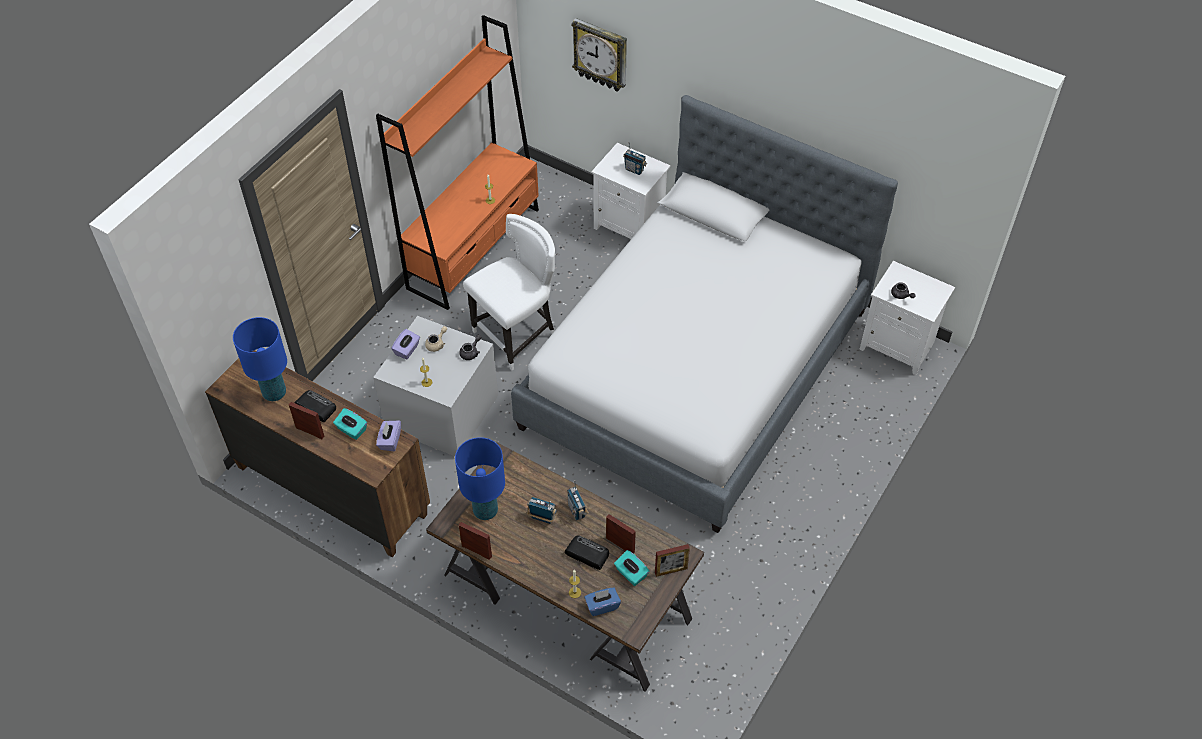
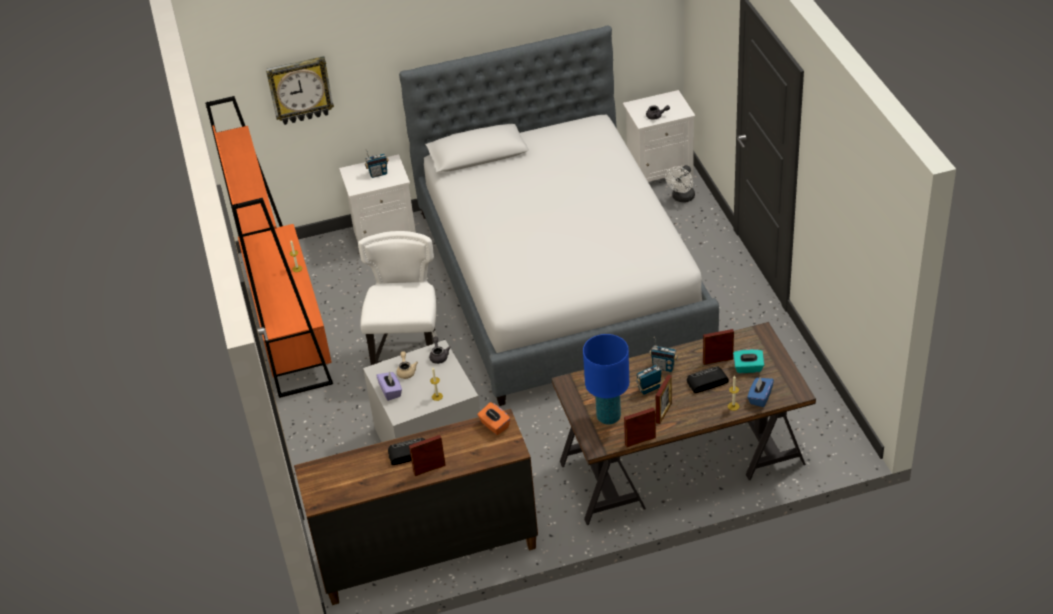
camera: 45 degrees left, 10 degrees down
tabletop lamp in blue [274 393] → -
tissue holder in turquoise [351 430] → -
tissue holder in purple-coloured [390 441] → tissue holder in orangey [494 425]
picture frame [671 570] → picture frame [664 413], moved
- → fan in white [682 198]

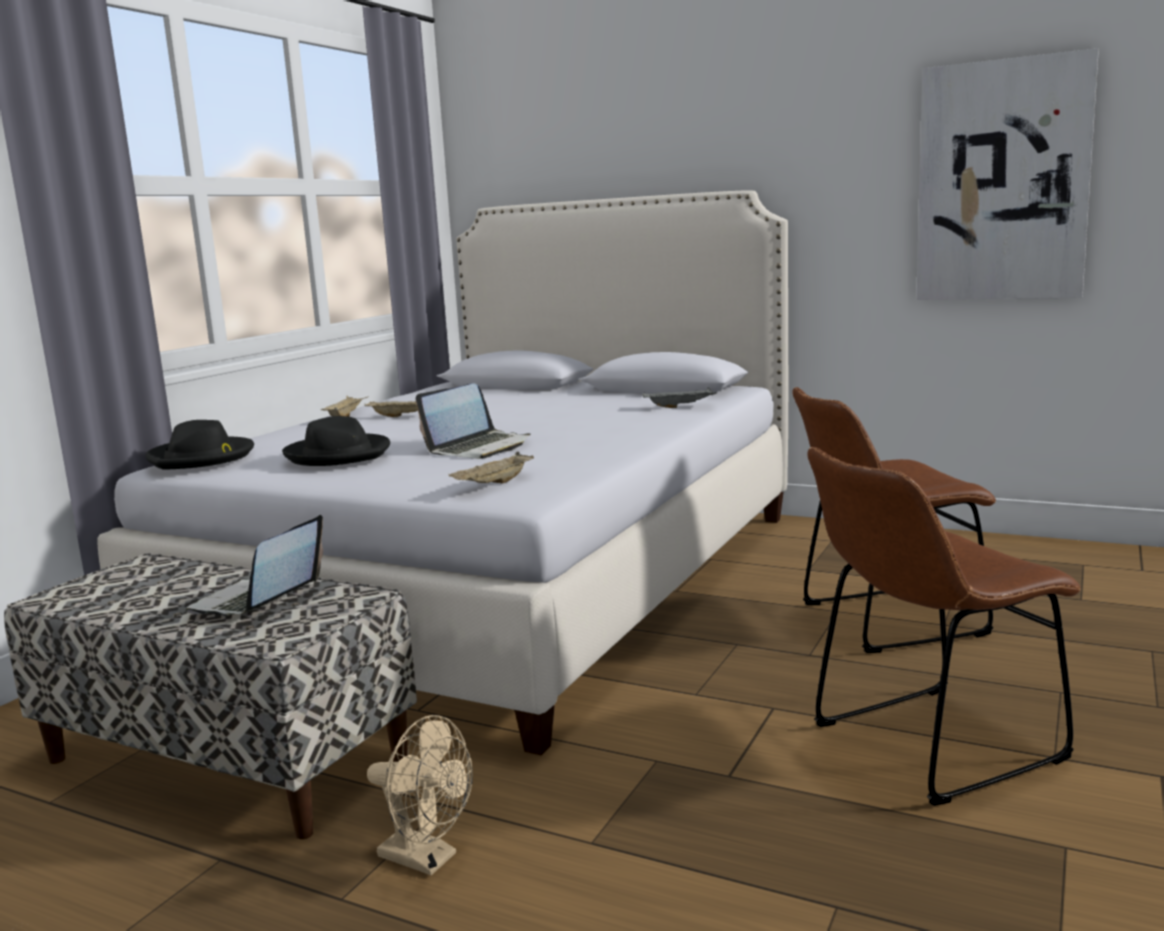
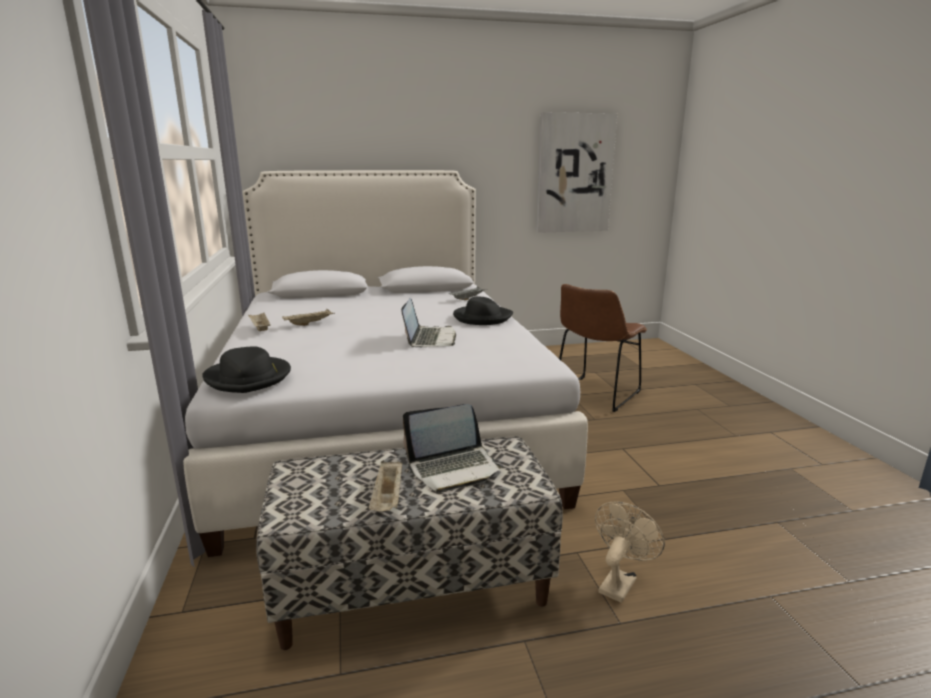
camera: 40 degrees left, 5 degrees up
portable computer [257 601] → portable computer [454 468], 90 degrees counterclockwise
wearable hat in black [338 454] → wearable hat in black [482 318], moved
fan in sand-coloured [427 859] → fan in sand-coloured [619 581], 45 degrees counterclockwise
carrying tray in sand-coloured [494 484] → carrying tray in sand-coloured [388 498], moved
upright chair in brownish [927 746] → -

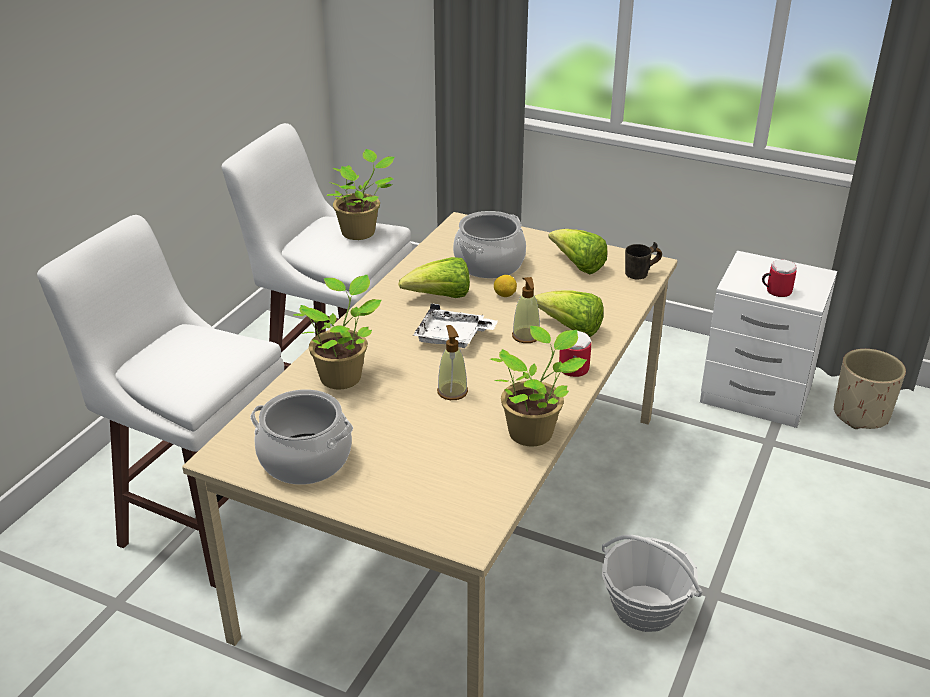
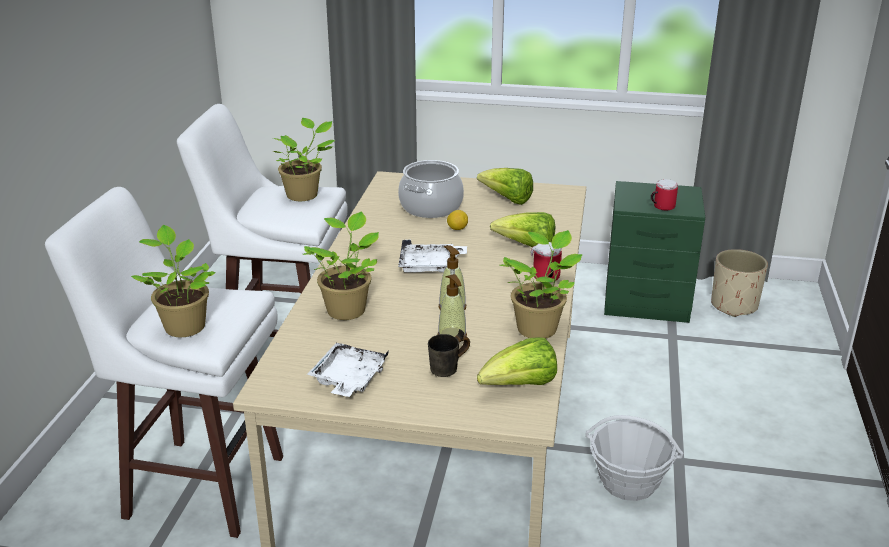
camera: 15 degrees left, 5 degrees down
saucepot [305 460] → carrying tray in white [348 380]
lettuce head [440 297] → lettuce head [520 386], moved
liquid soap bottle [526 336] → liquid soap bottle [452 336], moved
tea mug in gray [642 275] → tea mug in gray [450 370], moved
bedside table in white [757 396] → bedside table in greenish [648 303]
- → plant in a pot [184 326]

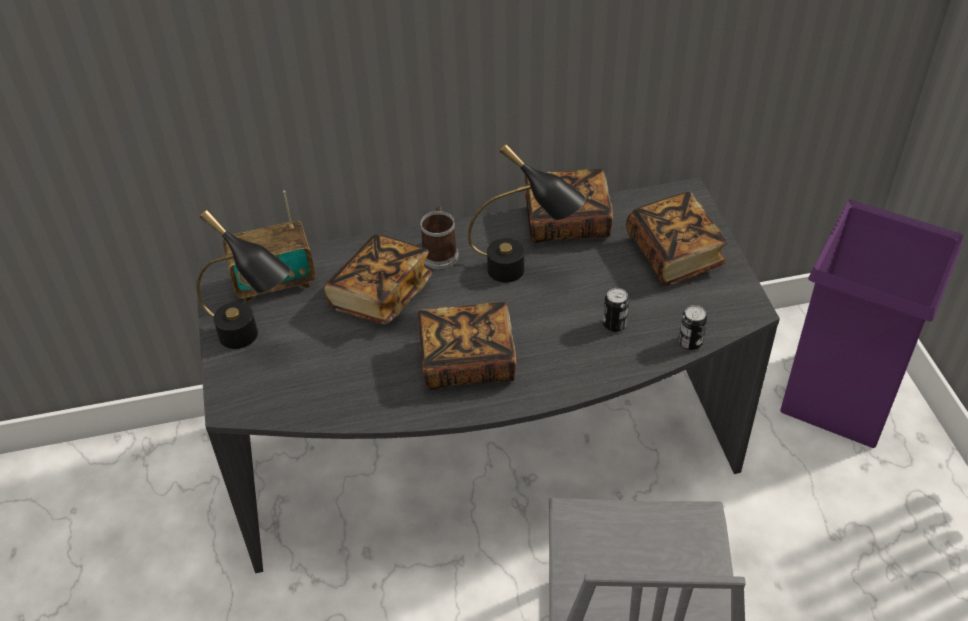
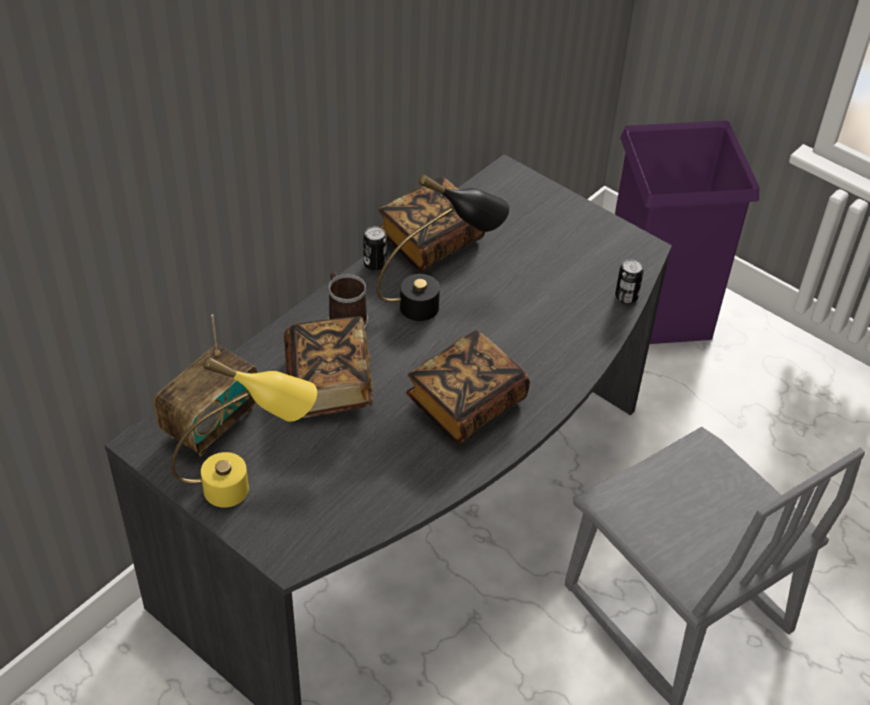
camera: 40 degrees left, 0 degrees up
tabletop lamp in black [253 341] → tabletop lamp in yellow [249 487]
metal can [614 324] → metal can [375 264], moved
book [674 254] → -

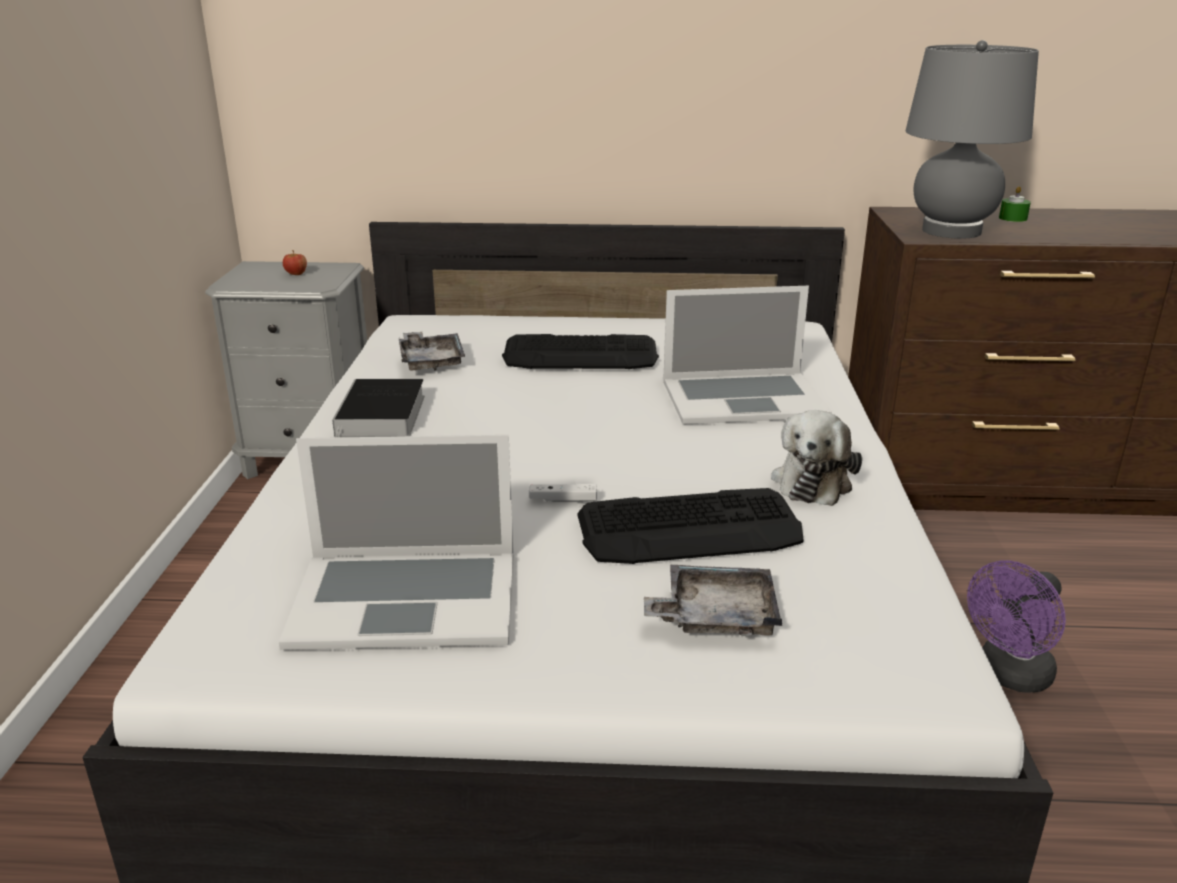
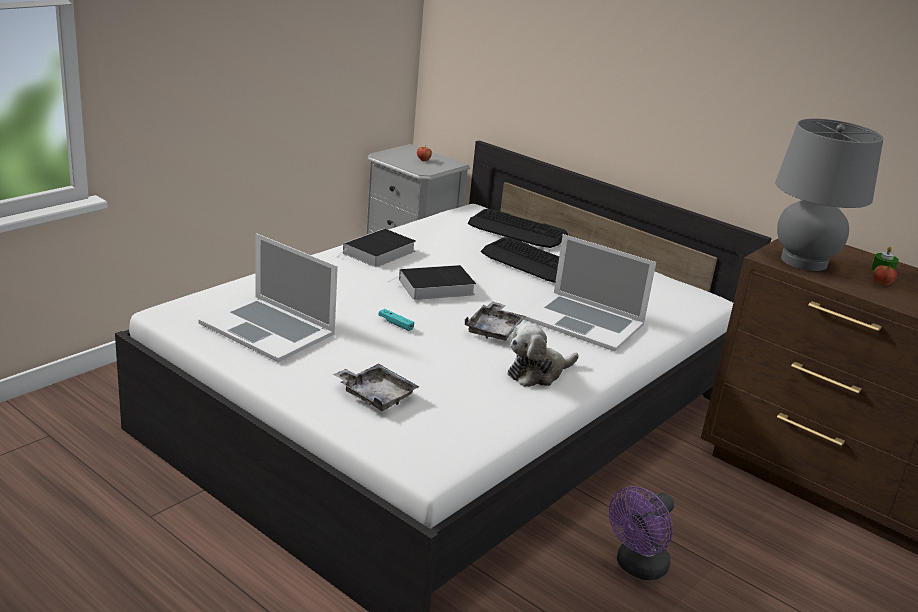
camera: 35 degrees right, 0 degrees up
carrying tray in gray [431 361] → carrying tray in gray [494 330], moved
game controller in white [563 500] → game controller in turquoise [395 323]
keyboard [690 529] → keyboard [517 230], moved
fan in purple-coloured [1009 676] → fan in purple-coloured [637 568], 45 degrees counterclockwise
- → book [434 287]
- → apple fruit [881 284]

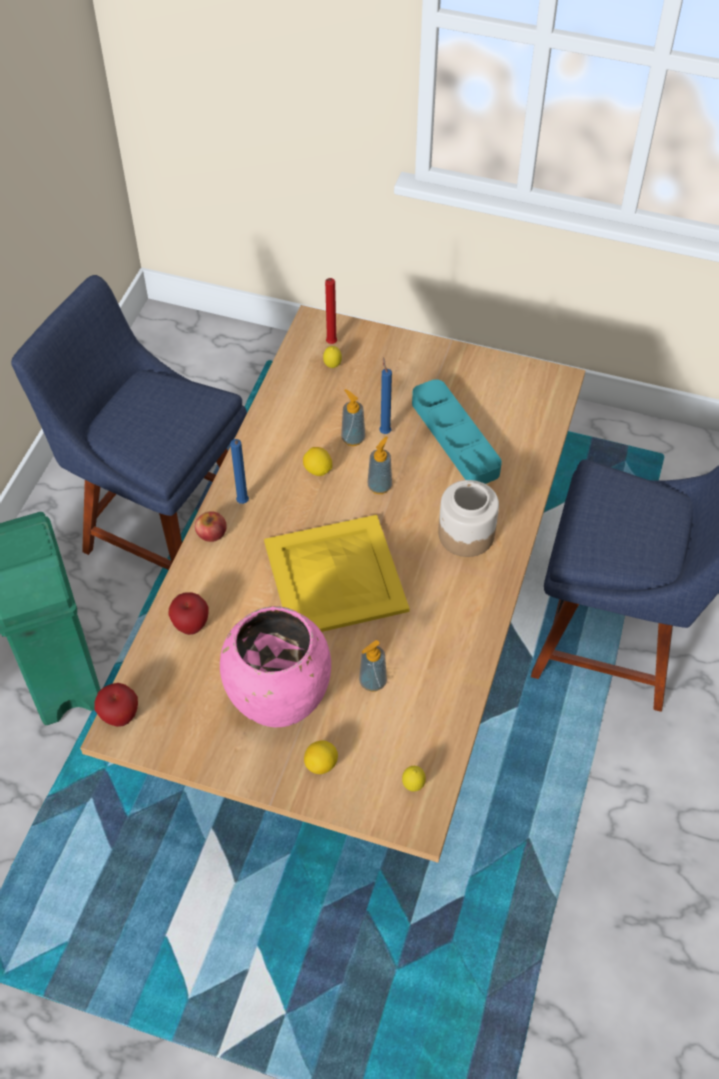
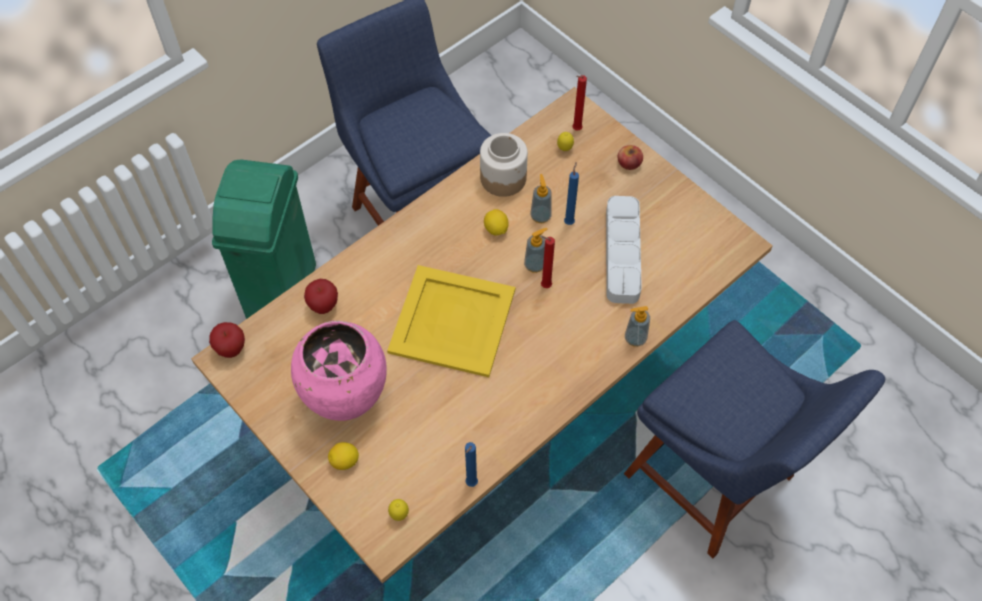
camera: 30 degrees right, 5 degrees up
apple fruit [211 533] → apple fruit [629 163], moved
candle in blue [242 503] → candle in blue [470 484], moved
liquid soap bottle [372 682] → liquid soap bottle [635 338], moved
carrying tray in turquoise [455 437] → carrying tray in gray [622 252]
jar [466 533] → jar [503 178], moved
- → candle in red [544 286]

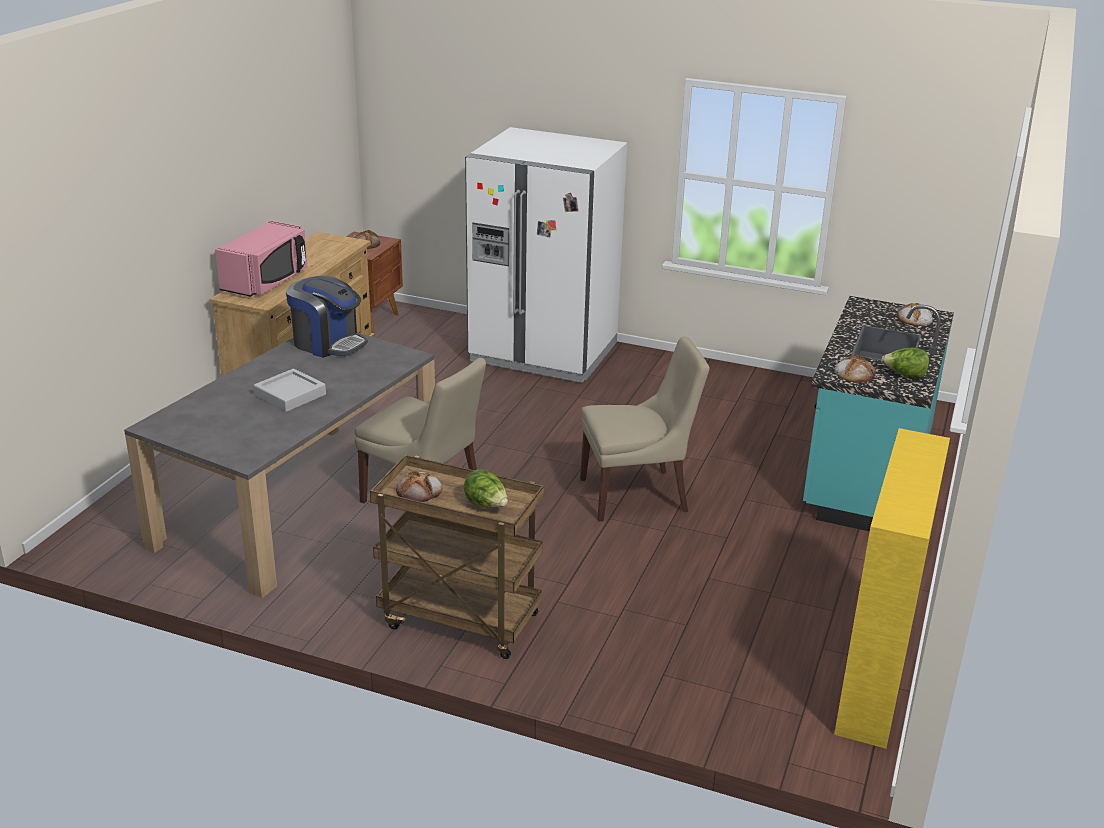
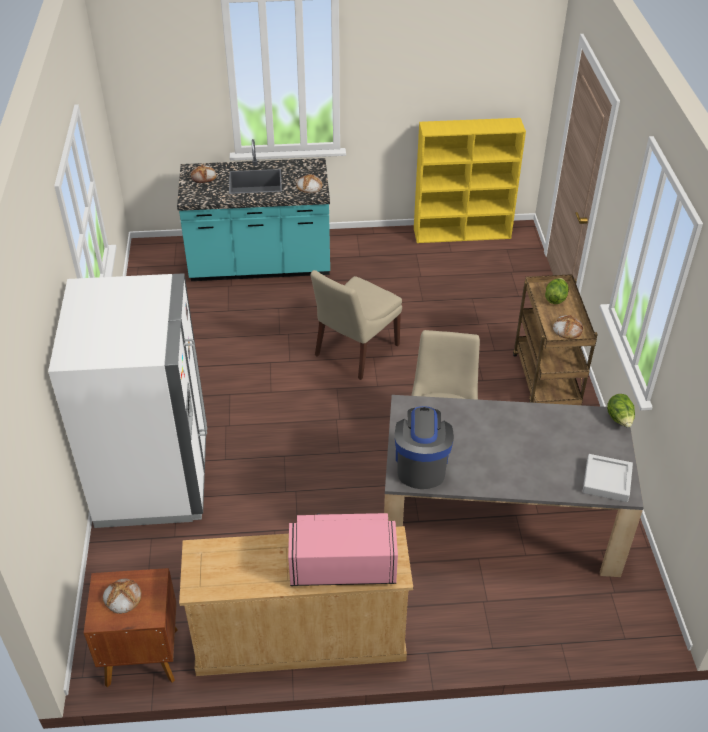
camera: 115 degrees left, 15 degrees up
carrying tray in gray [290 395] → carrying tray in gray [606 481], moved
upright chair in sand-coloured [637 494] → upright chair in sand-coloured [355 352], 105 degrees counterclockwise
lettuce head [904 376] → lettuce head [619 419], moved

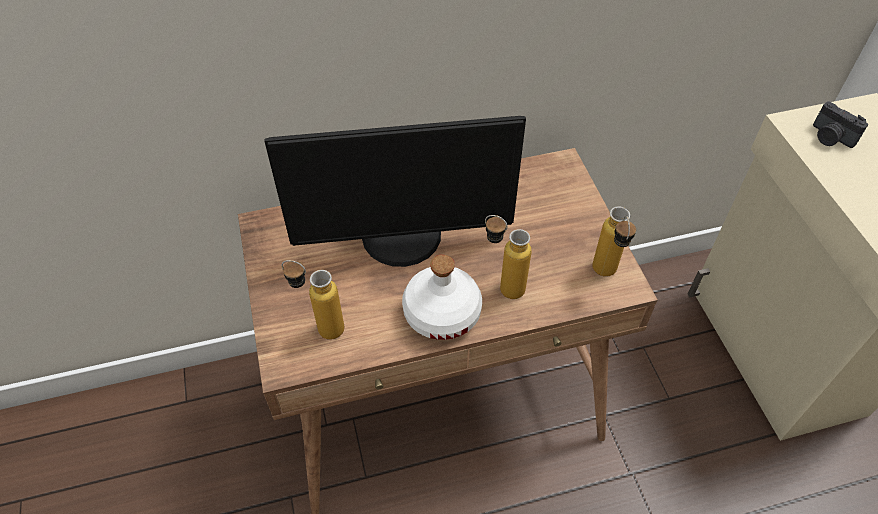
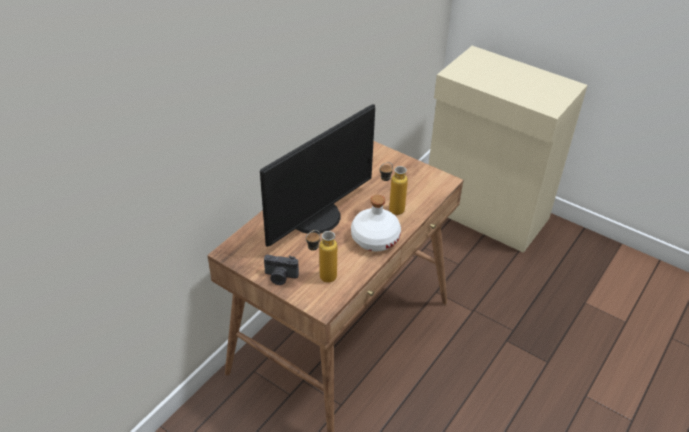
camera: 40 degrees left, 10 degrees down
beverage bottle [606 276] → -
still camera [830 138] → still camera [280 277], moved

